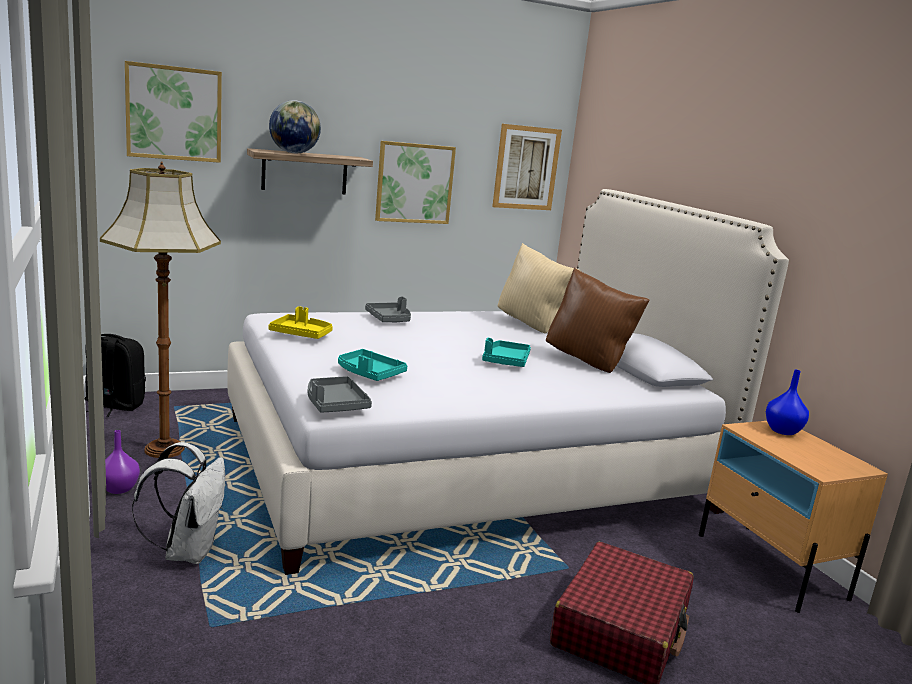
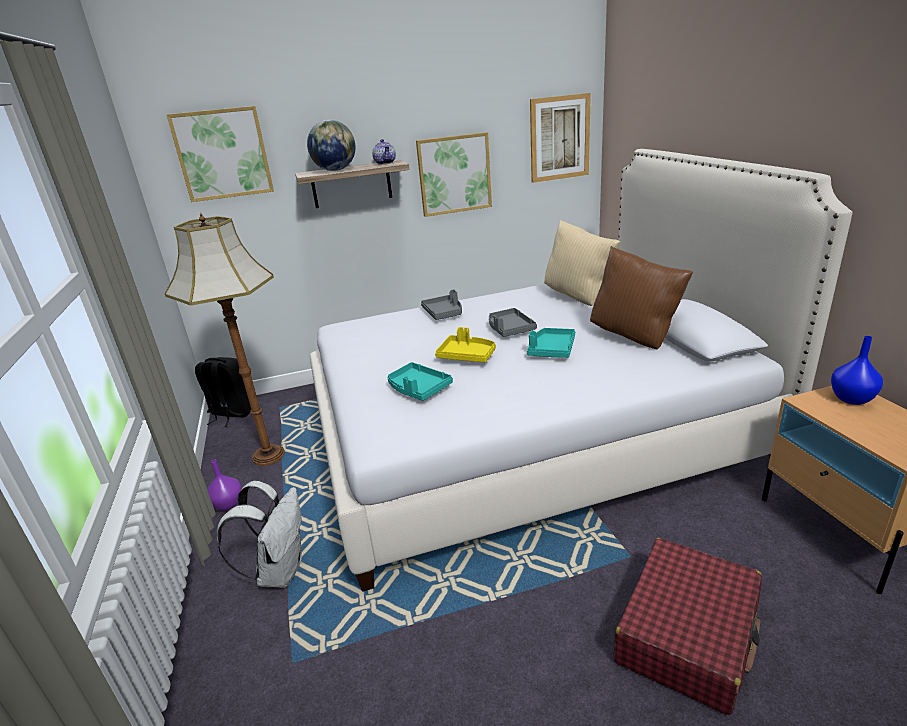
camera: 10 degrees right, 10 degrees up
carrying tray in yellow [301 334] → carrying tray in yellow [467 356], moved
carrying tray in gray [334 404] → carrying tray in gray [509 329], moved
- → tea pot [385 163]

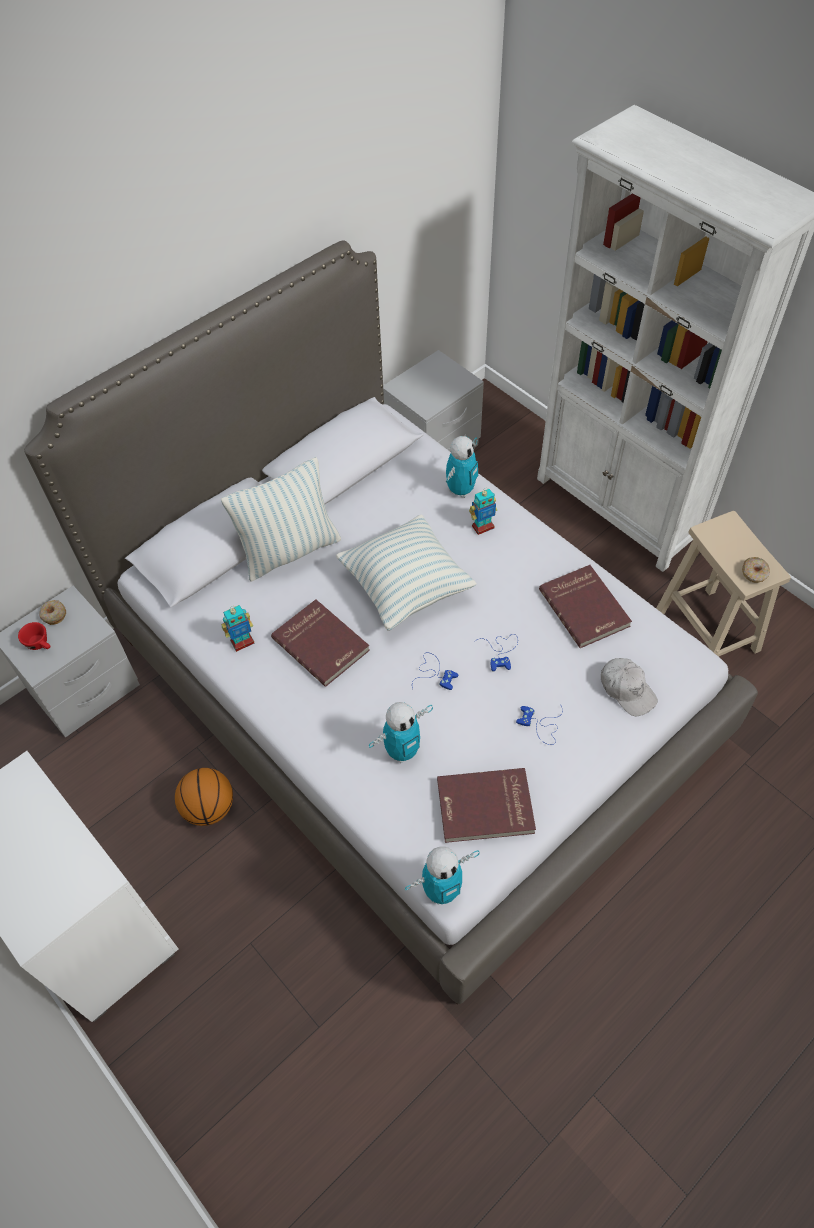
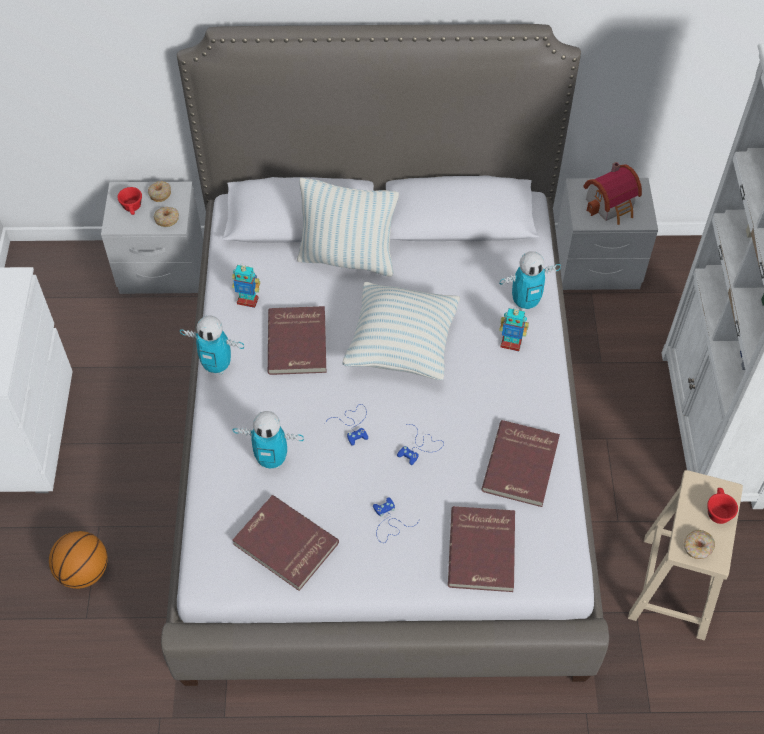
camera: 40 degrees right, 0 degrees up
basketball ball [209 807] → basketball ball [84 571], moved
toy robot [442 890] → toy robot [217 366], moved
baseball cap in white [627 690] → book in red [483 550]
- → donut [167 219]
- → miniature house [612 205]
- → cup in red [717 511]

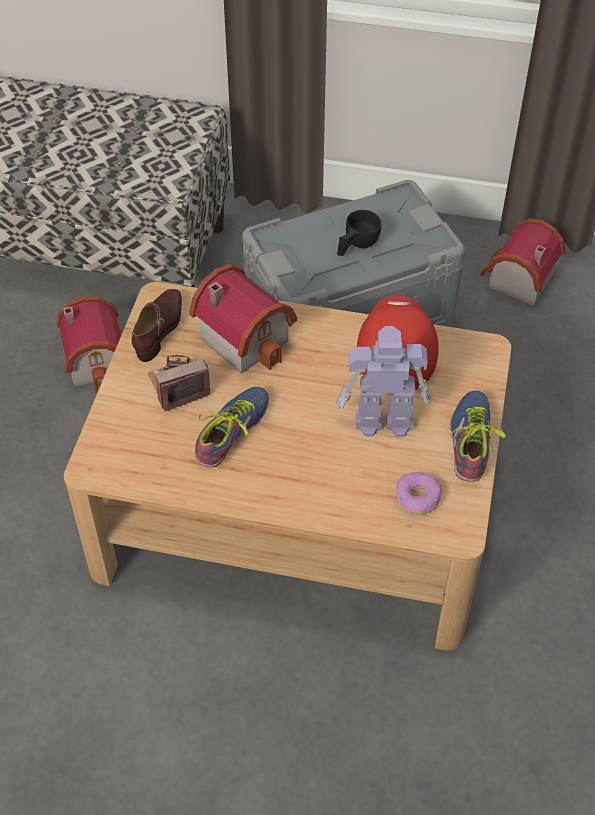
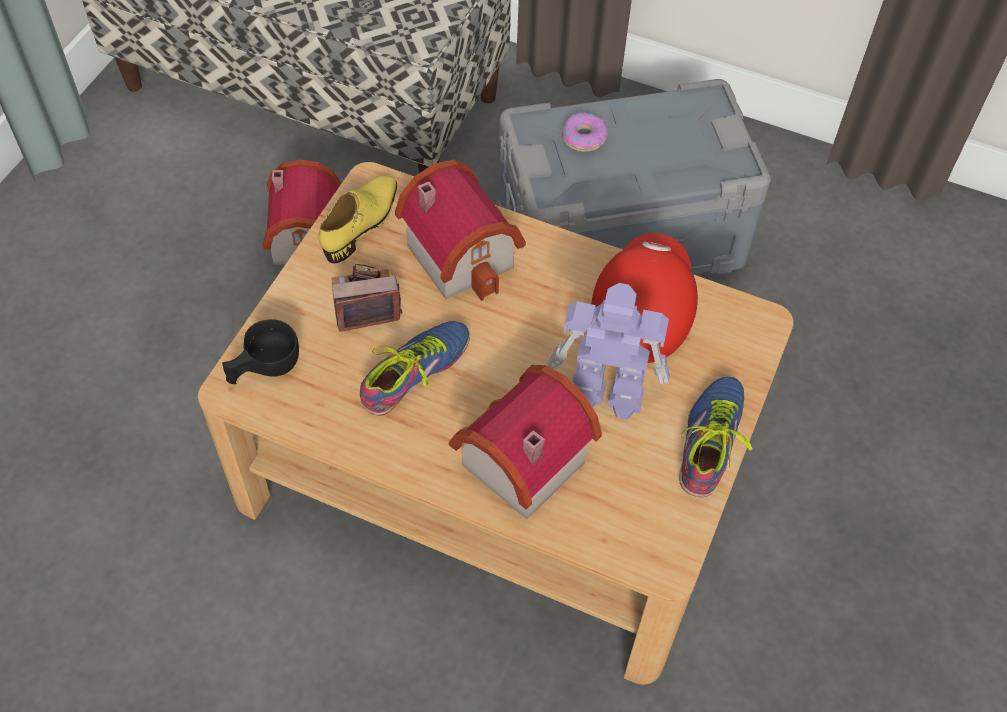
camera: 10 degrees right, 5 degrees up
shoe in brownish [160 328] → shoe in yellow [362 223]
cup in black [356 245] → cup in black [264 369], moved
donut [417 497] → donut [584 137], moved
miniature house [516 280] → miniature house [515 461], moved

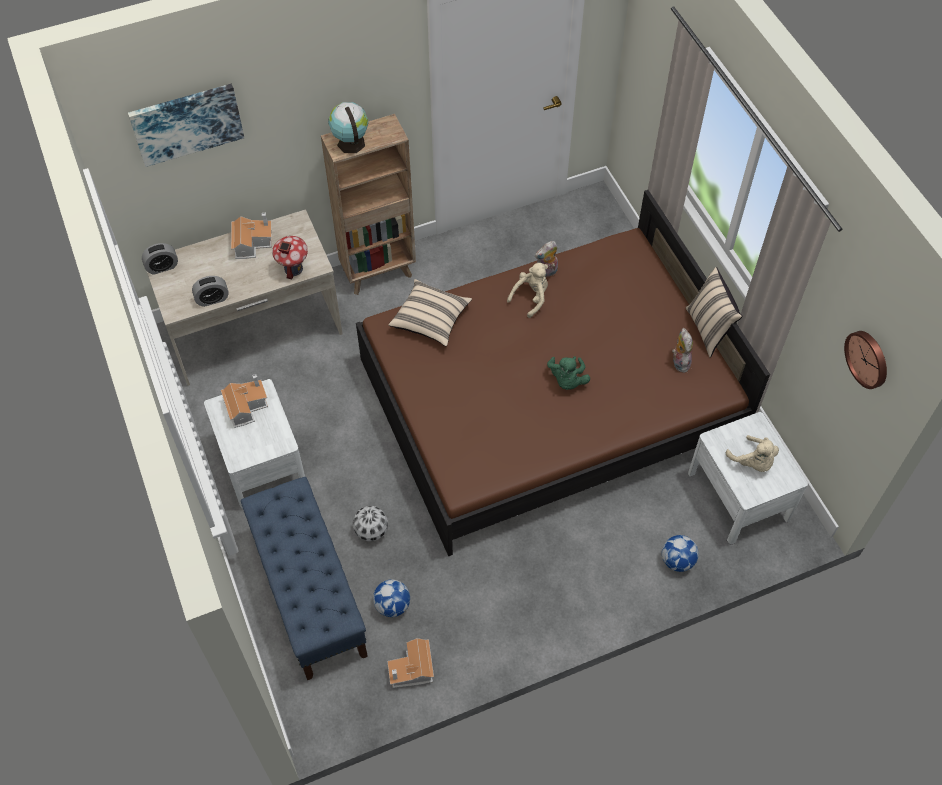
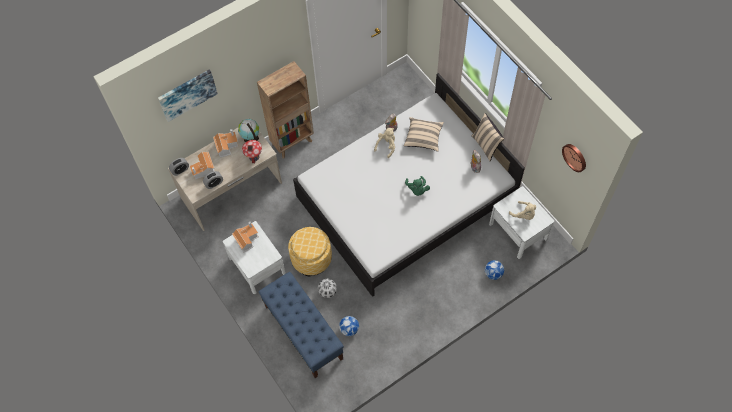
camera: 10 degrees left, 5 degrees up
desk globe [350 142] → desk globe [250 137], moved
bedroom bed in brownish [548 400] → bedroom bed in white [405 198]
miniature house [412 671] → miniature house [203 169], moved
throw pillow in sand-coloured [430 320] → throw pillow in sand-coloured [423 138], moved
- → ottoman [311 258]

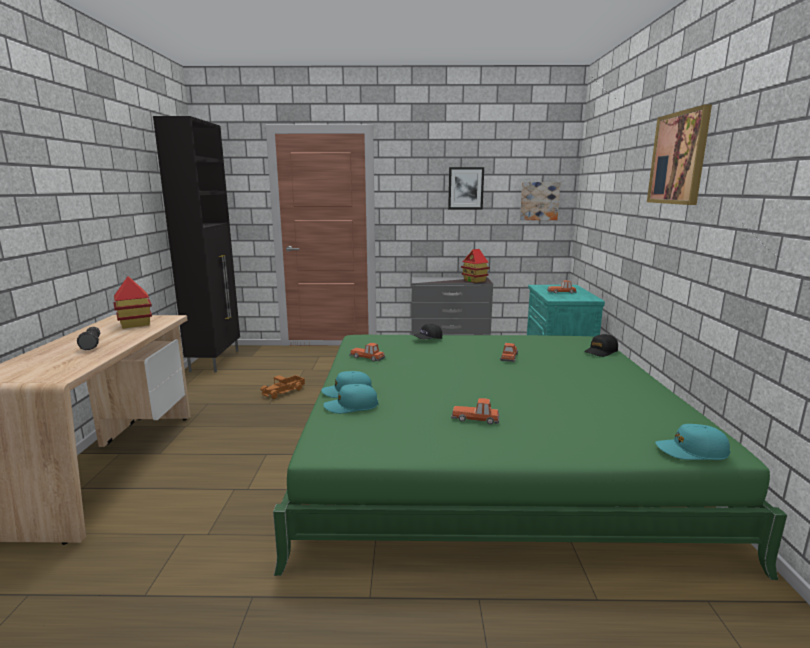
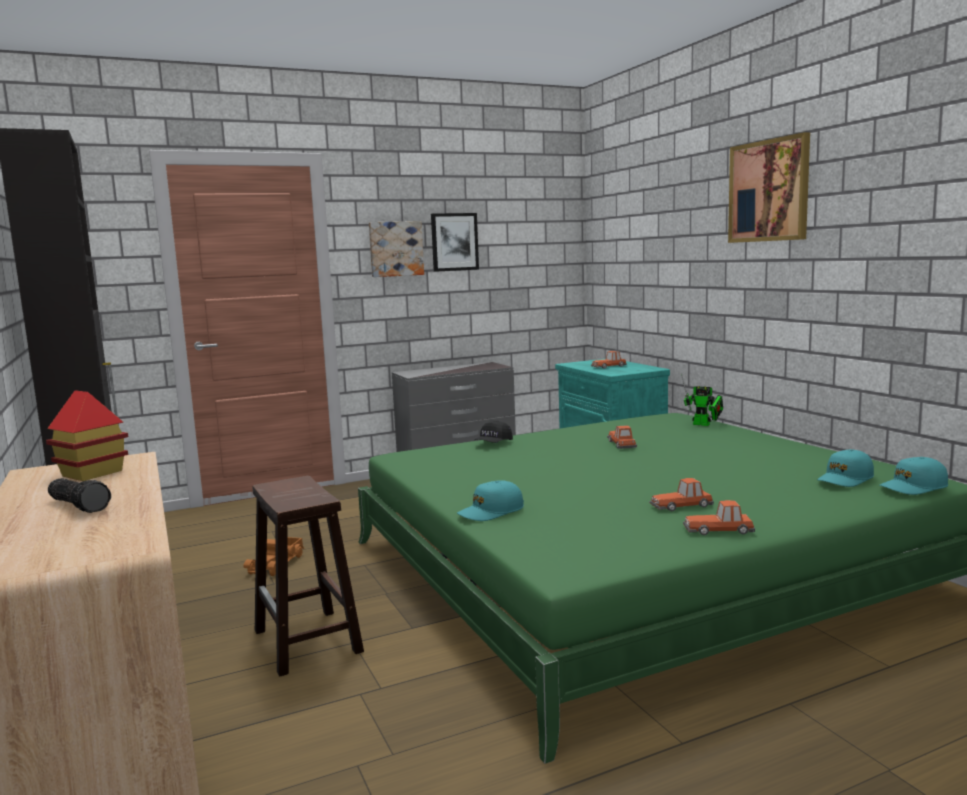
camera: 25 degrees left, 5 degrees down
baseball cap in turquoise [351 406] → baseball cap in turquoise [845 479], moved
miniature car [367 357] → miniature car [719 530], moved
miniature house [474 281] → -
wall art [539 201] → wall art [395 249], moved
baseball cap in black [601 351] → toy robot [704 424]
- → sitting stool in brownish [308 642]

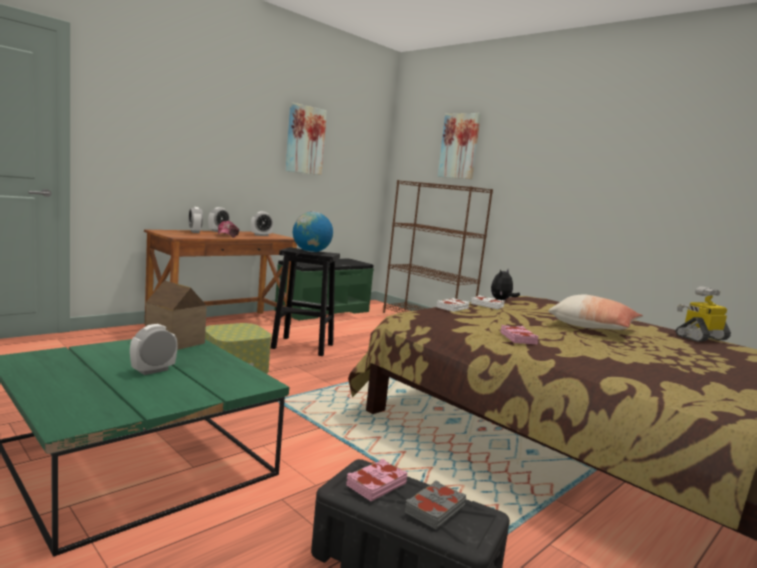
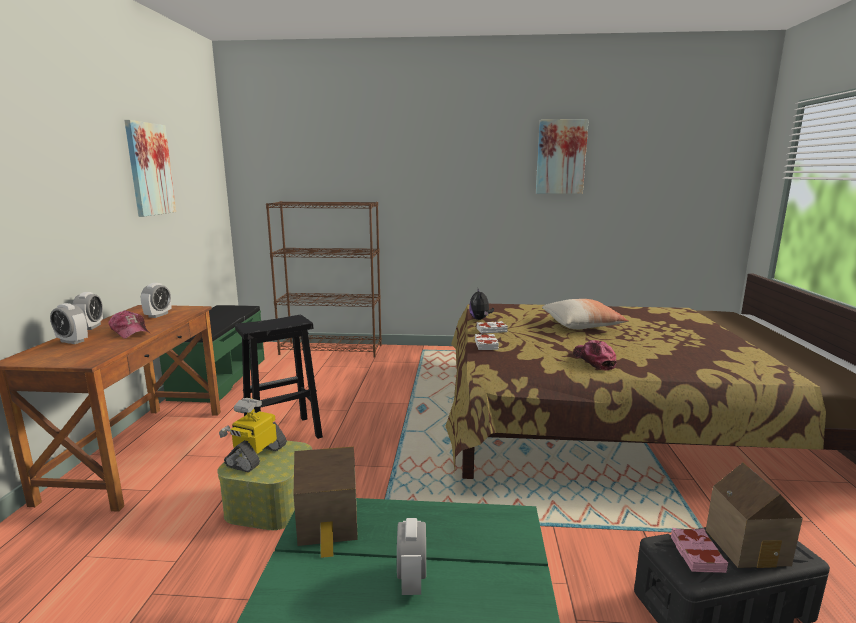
camera: 40 degrees left, 5 degrees up
desk globe [311 252] → -
book in gray [434 509] → miniature house [749 547]
wall art [459 146] → wall art [561 157], moved
book in pink-coloured [518 338] → baseball cap [593 360]
toy robot [700 338] → toy robot [256 456], moved

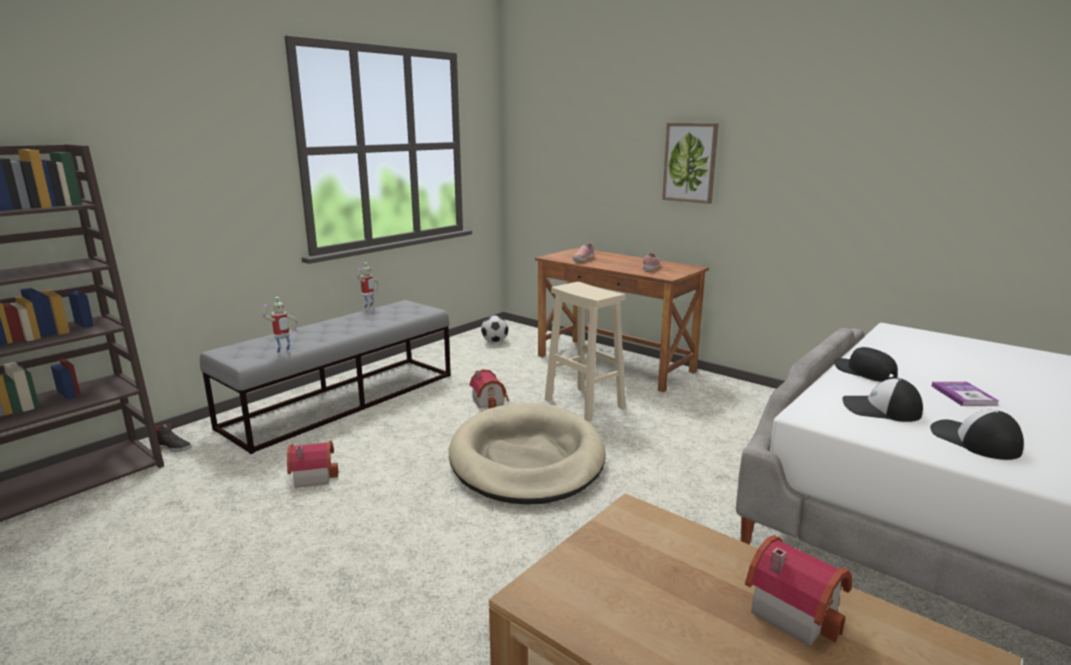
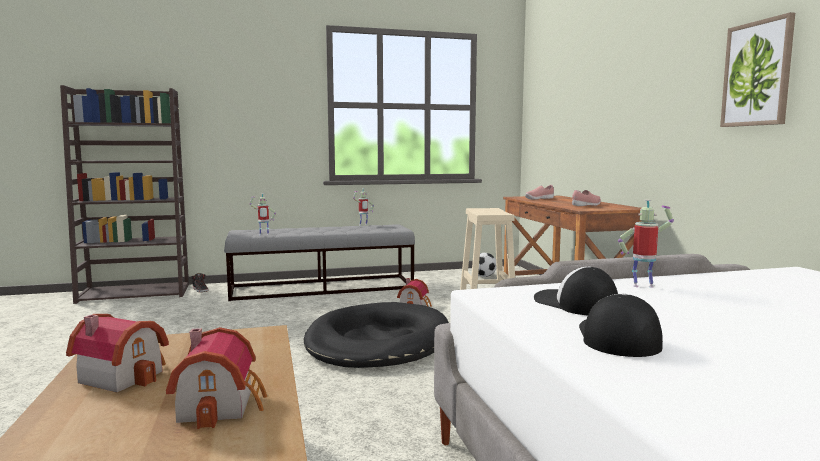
camera: 35 degrees right, 10 degrees down
miniature house [312 476] → miniature house [124 375], moved
dog cushion in sand-coloured [527 459] → dog cushion in black [378 342]
wall art [690 162] → wall art [757 74], moved
baseball cap in black [864 372] → toy robot [643 286]
book [963 395] → -

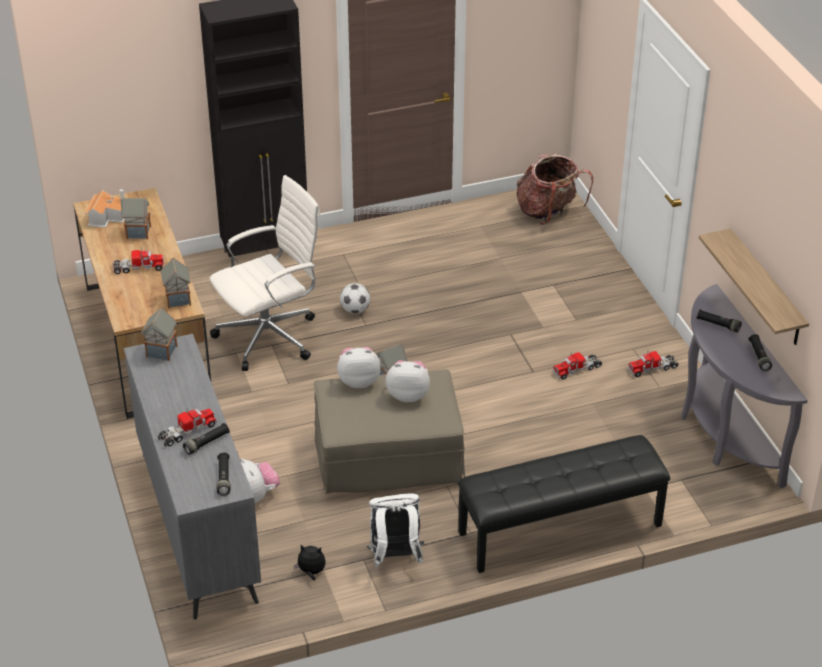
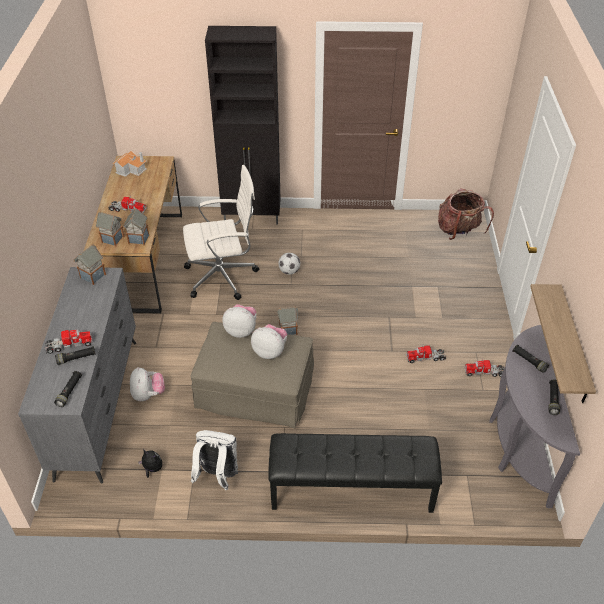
camera: 20 degrees right, 5 degrees up
miniature house [138 232] → miniature house [112 239], moved

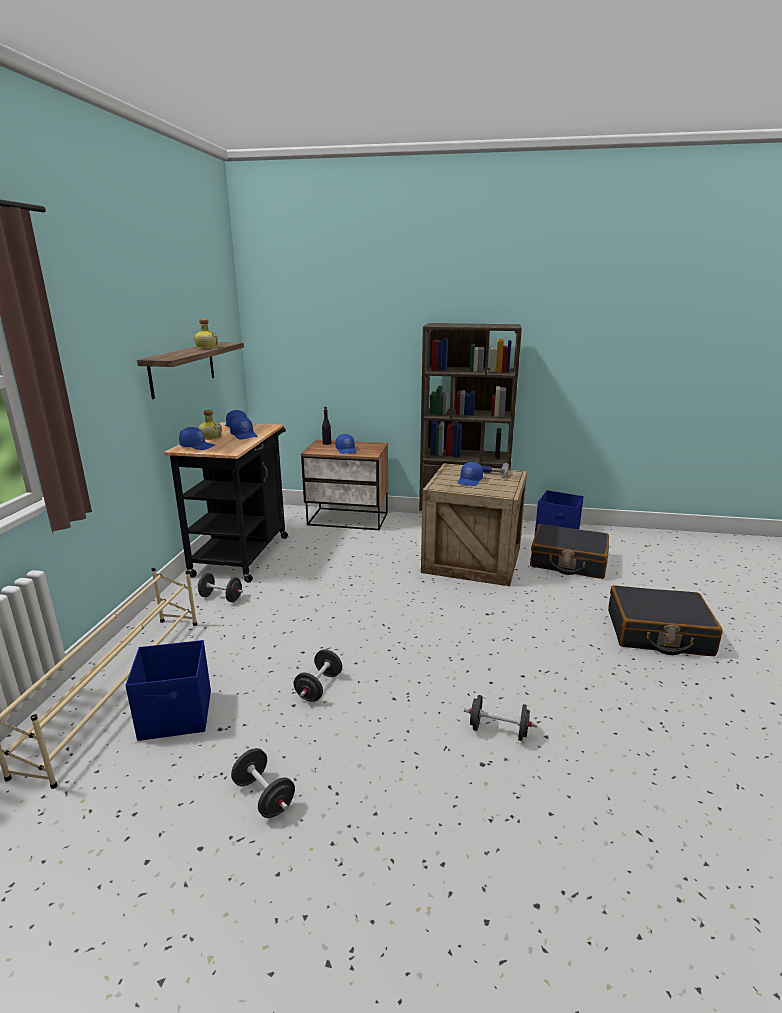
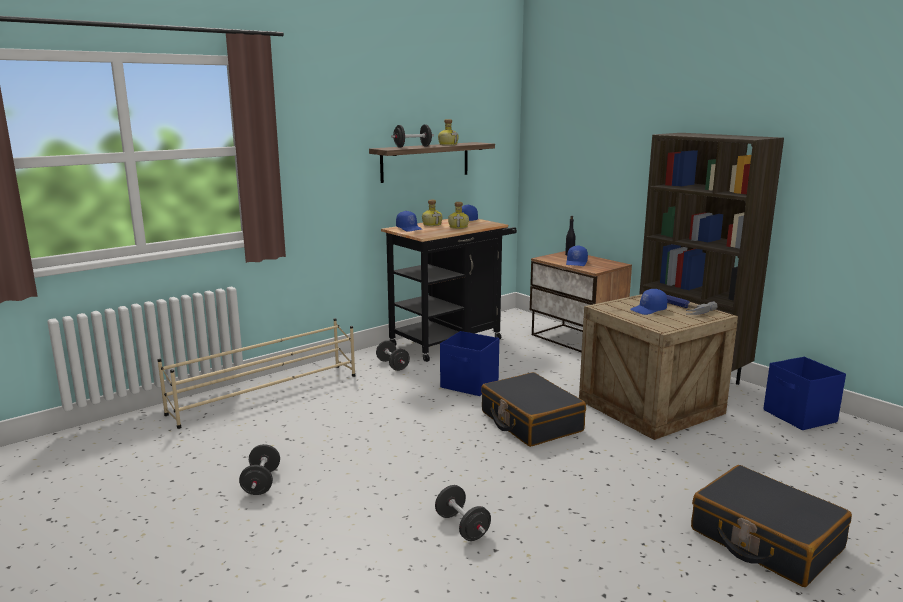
camera: 40 degrees right, 5 degrees down
storage bin in blue [177 716] → storage bin in blue [470 385], moved
baseball cap in blue [244 435] → beverage bottle [459 227]
dumbbell in black [319 687] → dumbbell in black [412 146], moved
travel case in black [568 562] → travel case in black [530 422], moved

